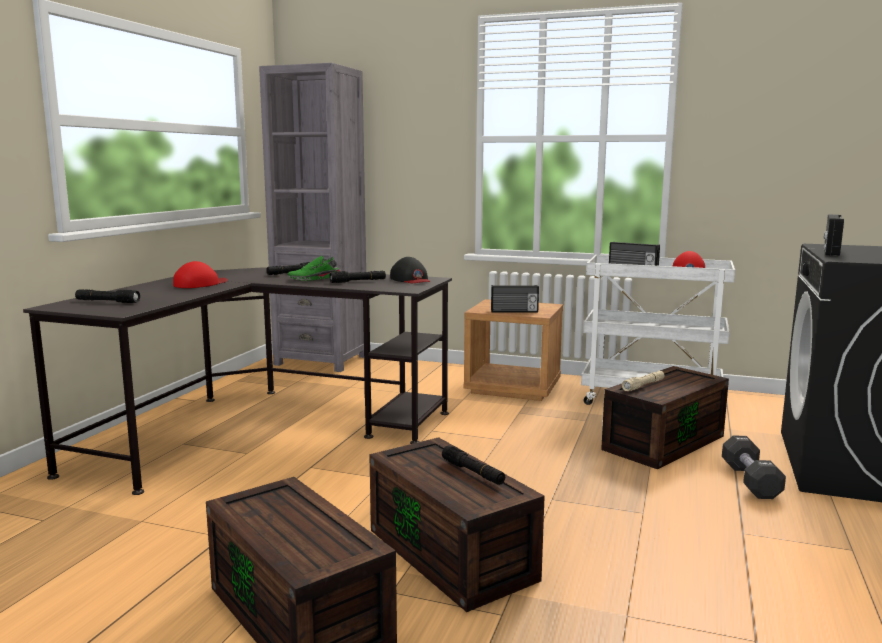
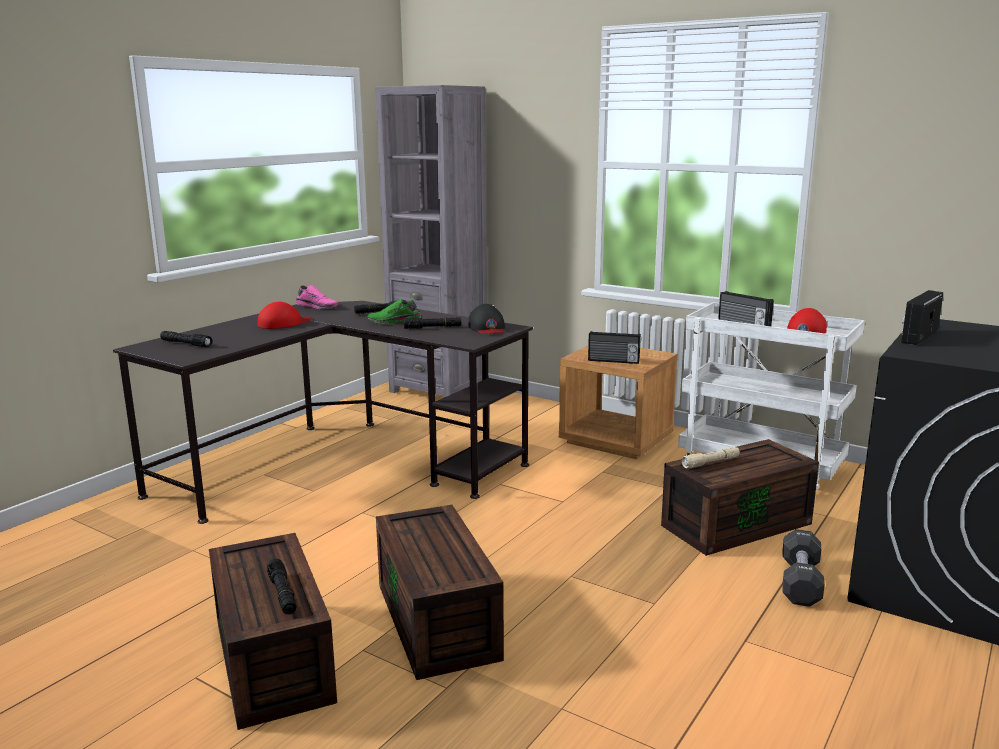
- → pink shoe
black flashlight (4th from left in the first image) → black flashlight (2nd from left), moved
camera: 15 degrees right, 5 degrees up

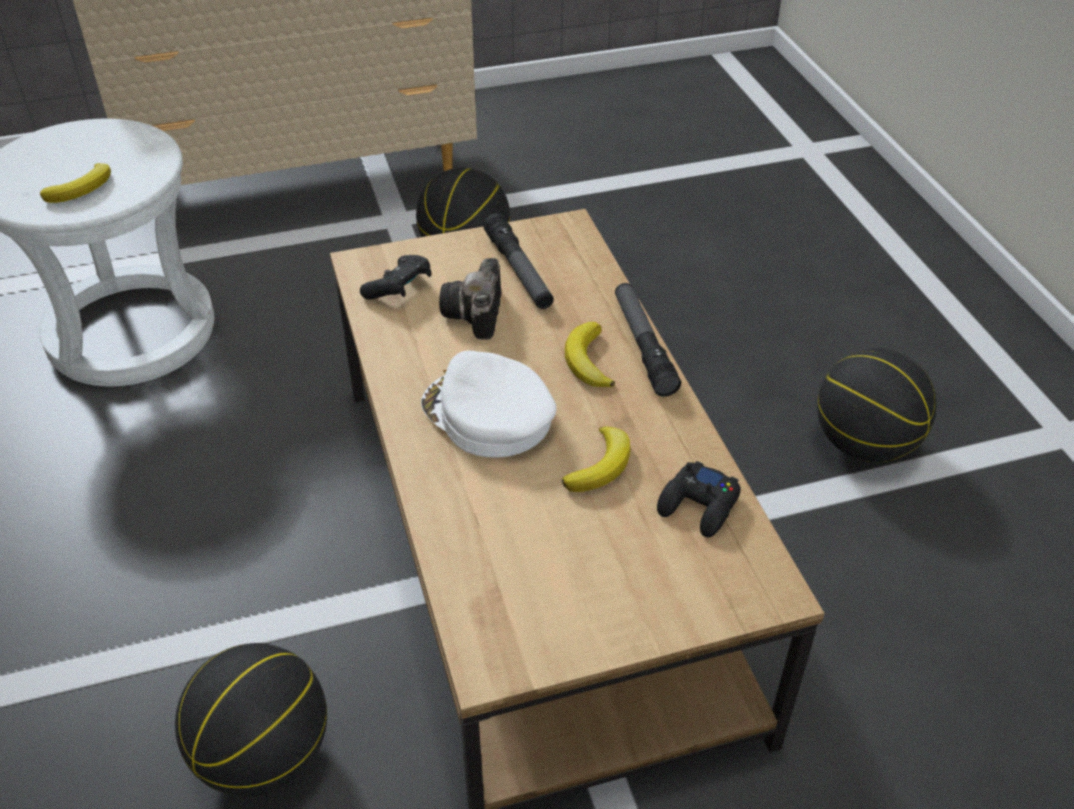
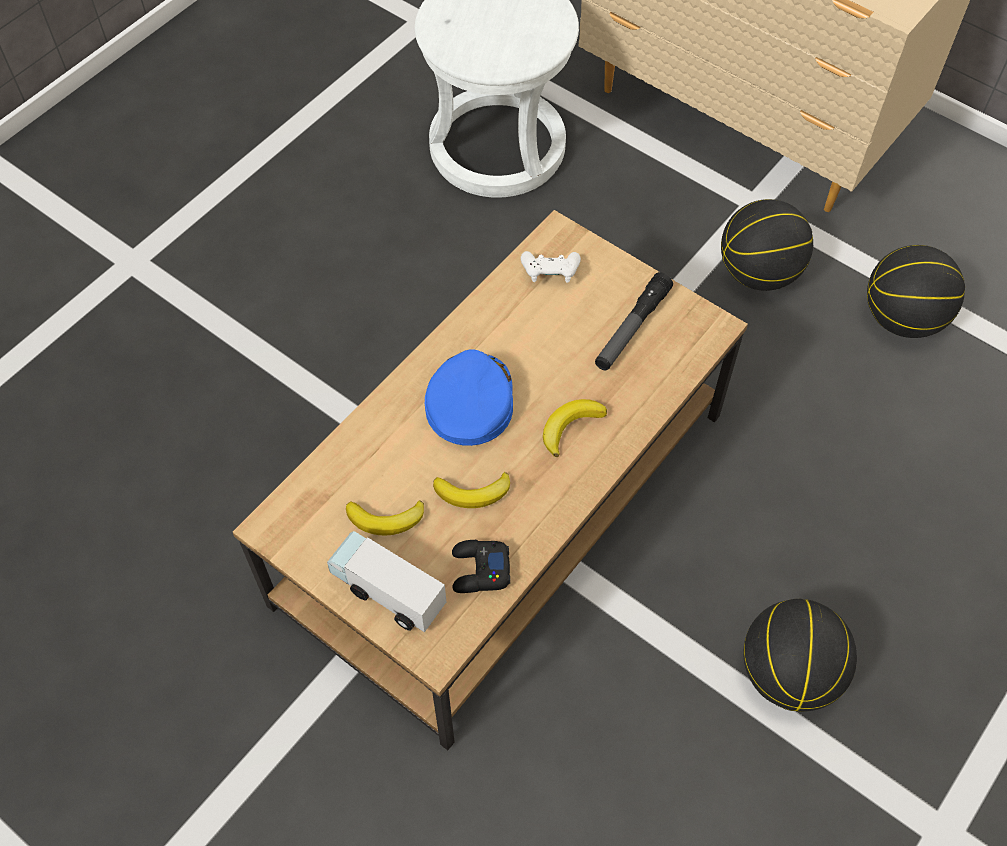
photo camera → -
flashlight (2nd from left) → -
- → toy truck
banana (1st from left), moved
basketball (1st from left in the first image) → basketball (3rd from left), moved
black game controller (1st from left) → white game controller
white cap → blue cap
camera: 55 degrees right, 15 degrees up

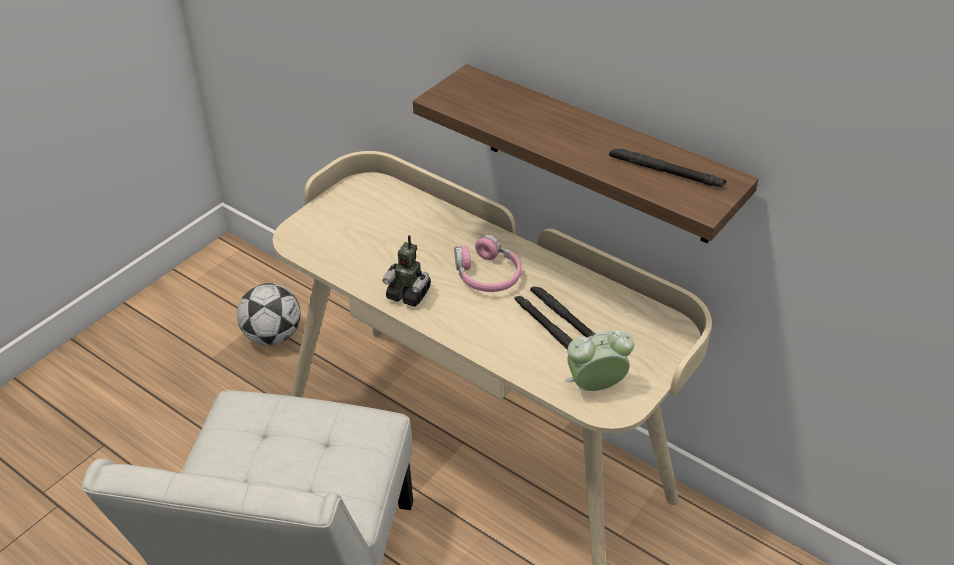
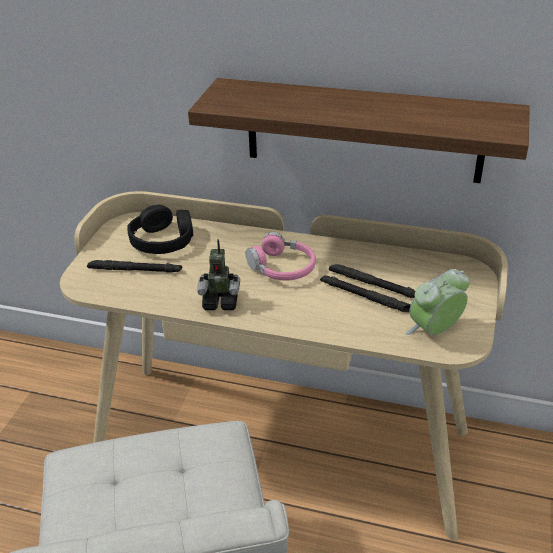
football → -
- → black headphones
black flashlight (3rd from left in the first image) → black flashlight (1st from left), moved
camera: 20 degrees left, 5 degrees down

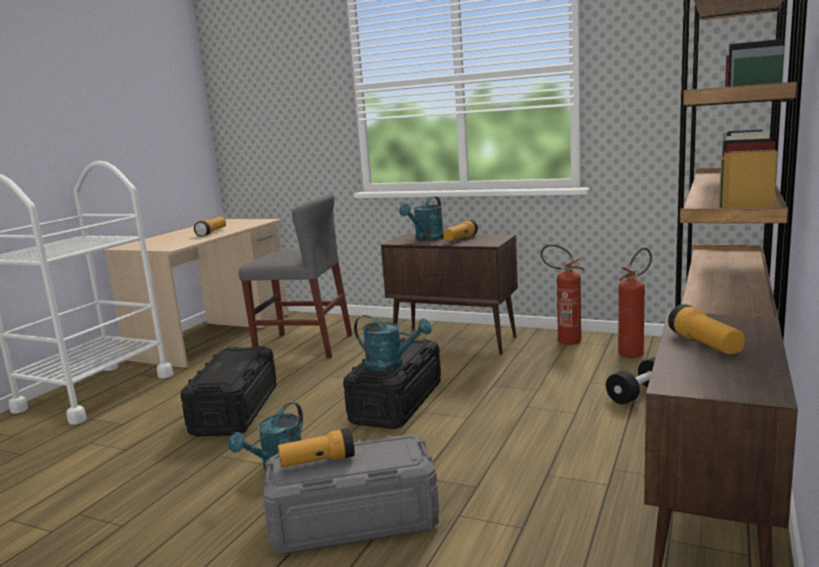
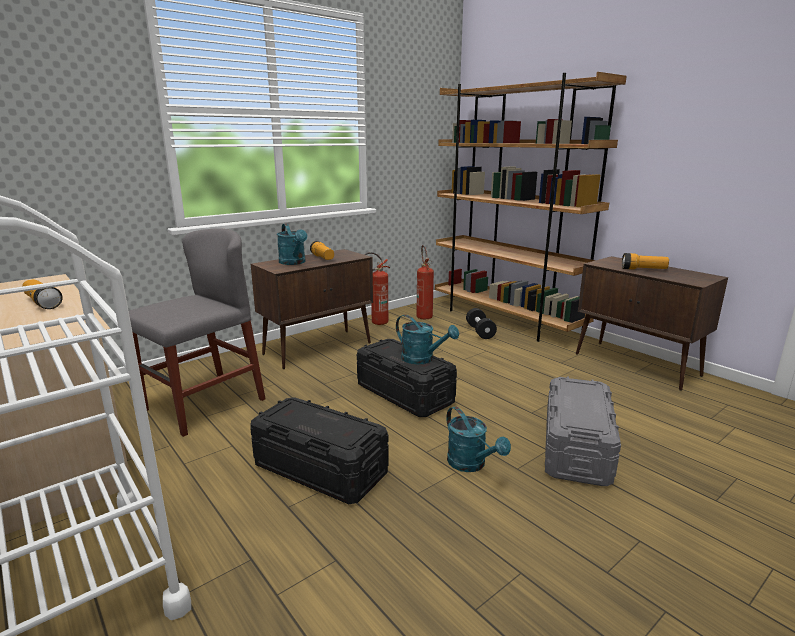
flashlight (2nd from left) → -
turquoise watering can (2nd from left), 75 degrees clockwise
camera: 65 degrees left, 5 degrees up

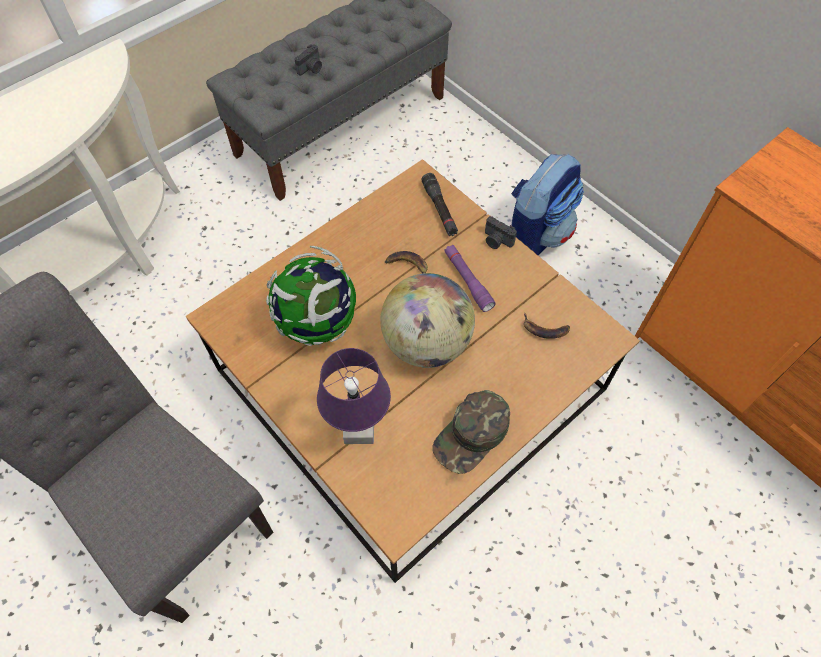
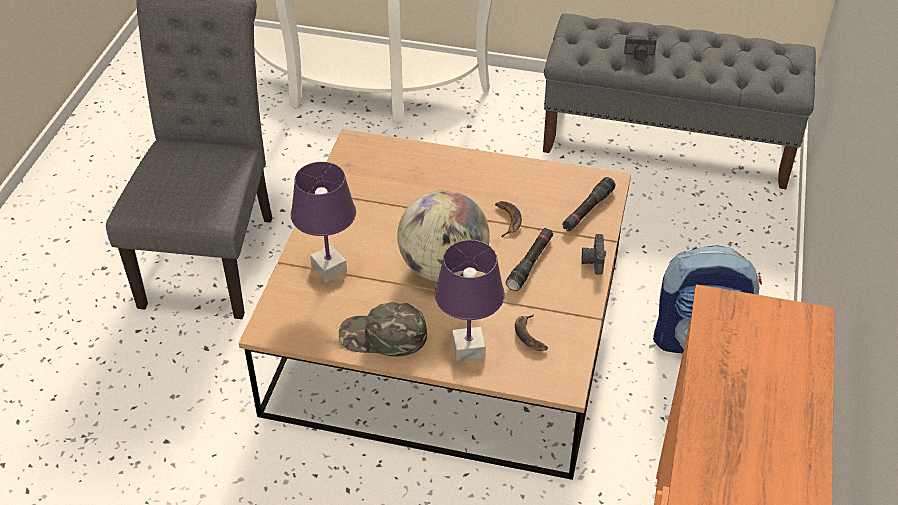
globe (1st from left) → -
- → purple table lamp (2nd from left)
purple flashlight → black flashlight (1st from left)
camera: 55 degrees right, 15 degrees down

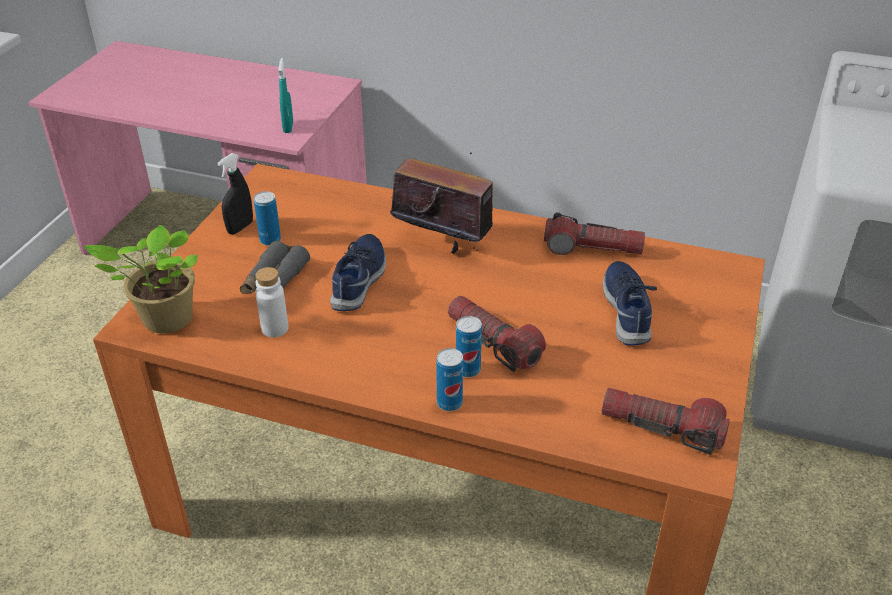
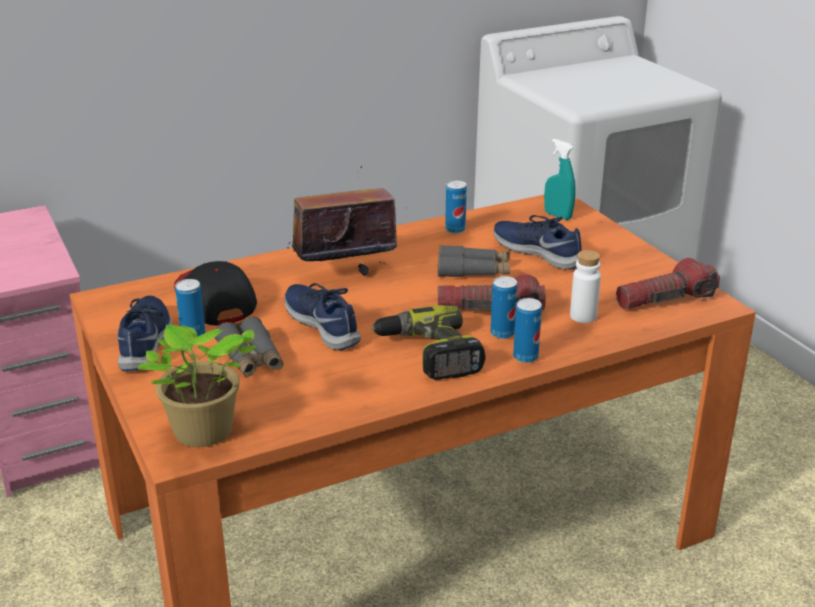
- → cap
- → power drill
- → grey binoculars (2nd from left)
white bottle, moved
turquoise spray bottle, moved
black spray bottle → blue shoe (1st from left)
flashlight (2nd from left) → can (2nd from left)
camera: 45 degrees left, 10 degrees down

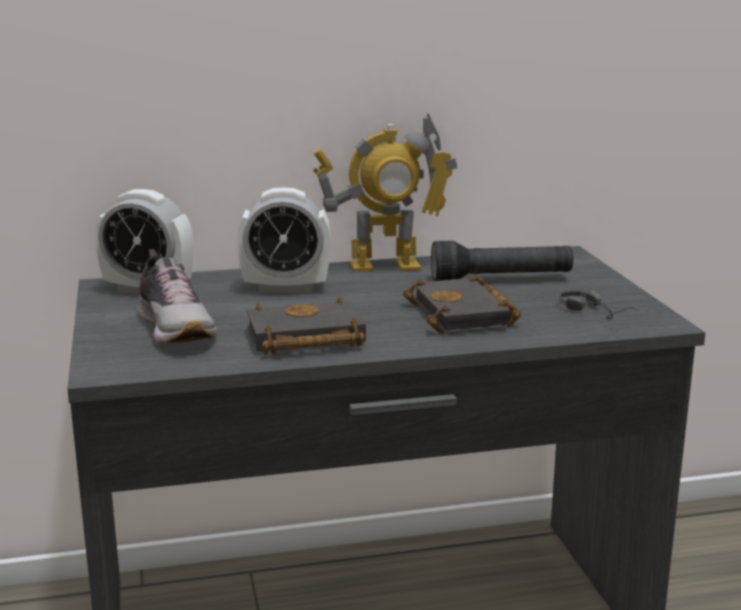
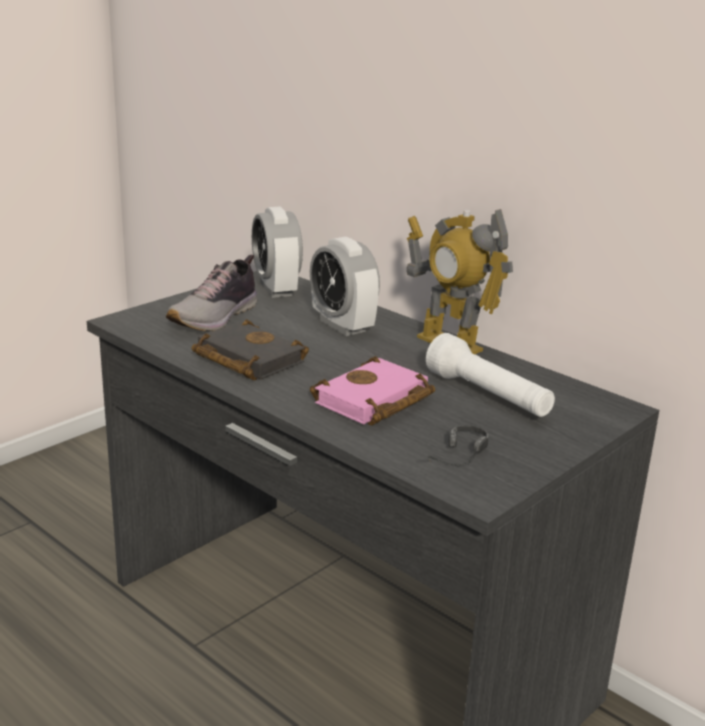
black book (2nd from left) → pink book
black flashlight → white flashlight
camera: 55 degrees right, 5 degrees up

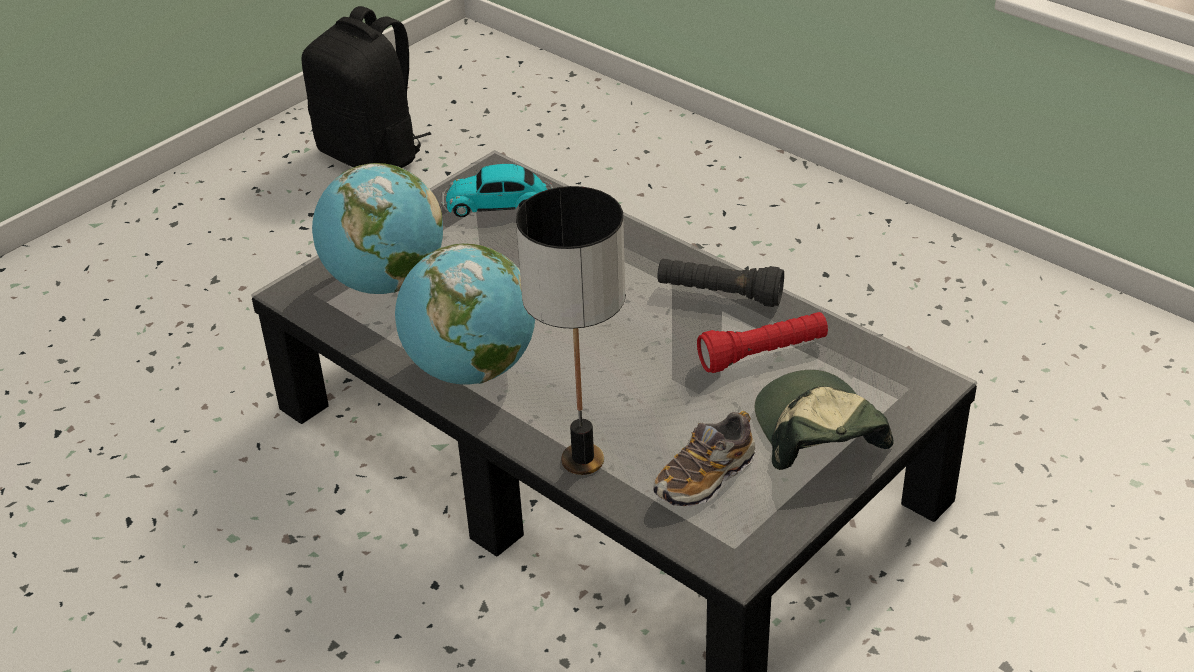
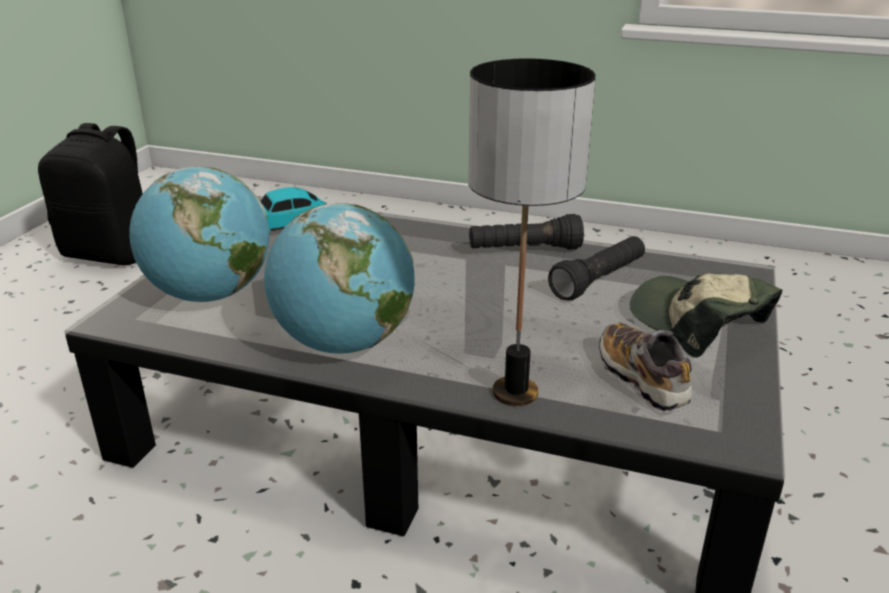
red flashlight → black flashlight (2nd from left)
shoe, 135 degrees clockwise
camera: 25 degrees left, 10 degrees down

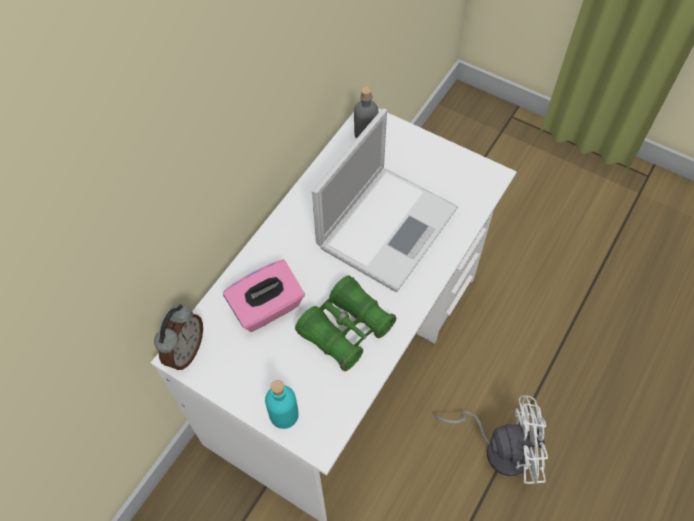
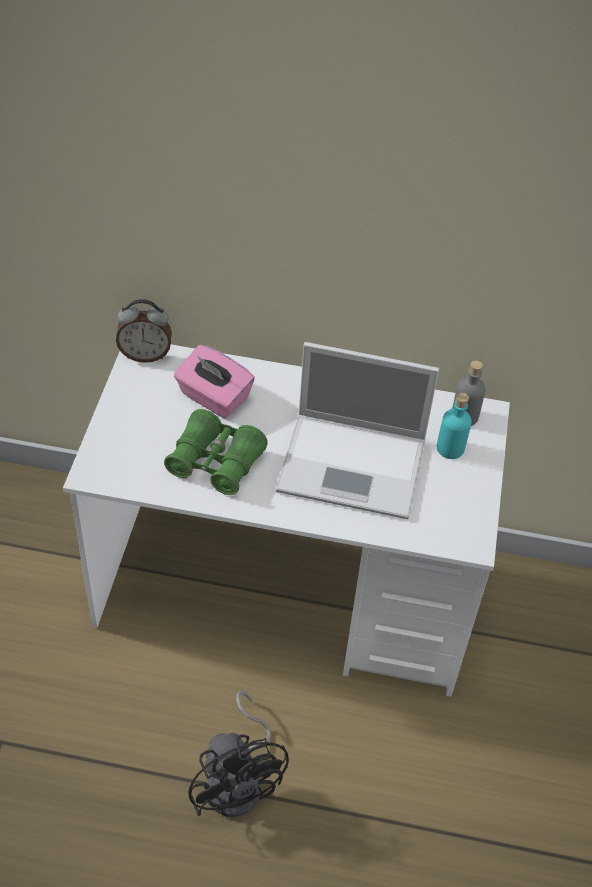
turquoise bottle, moved
white fan → black fan
camera: 65 degrees right, 10 degrees down

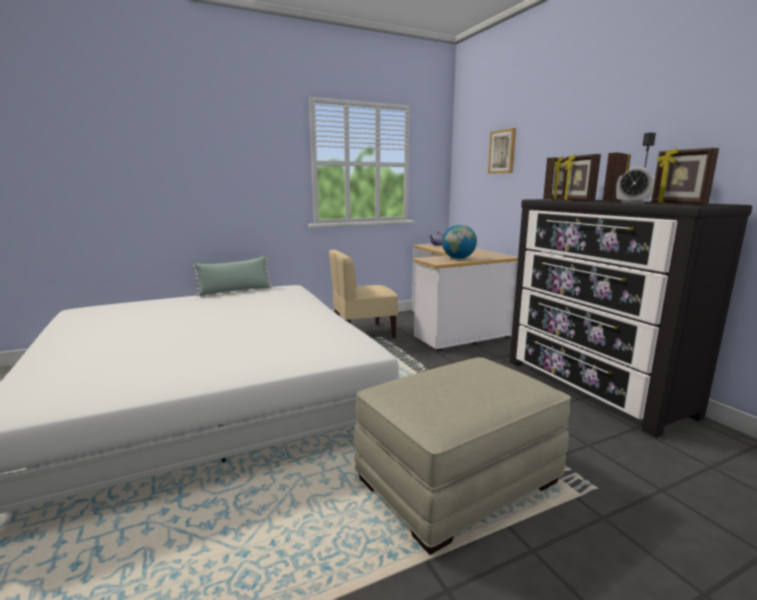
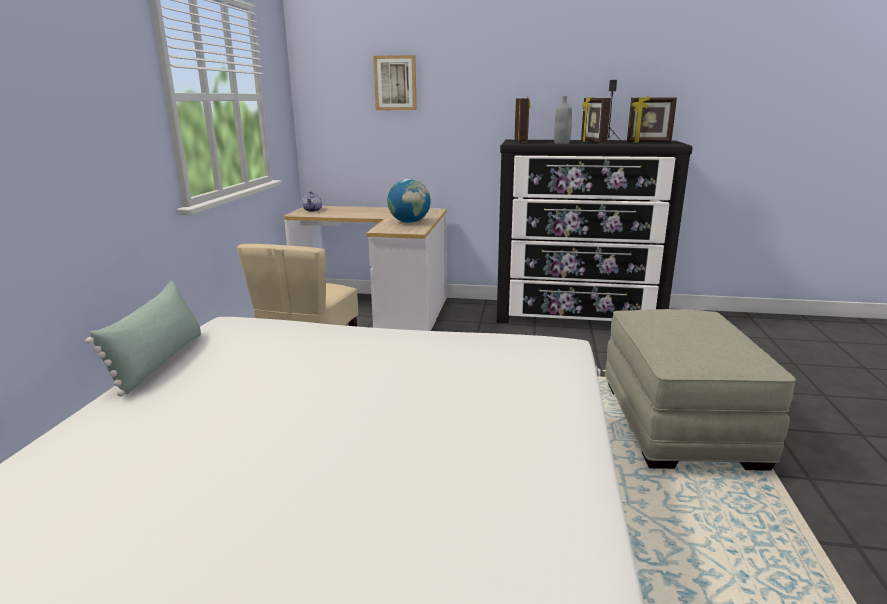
alarm clock → -
picture frame (2nd from left) → grey bottle
camera: 55 degrees left, 5 degrees up

